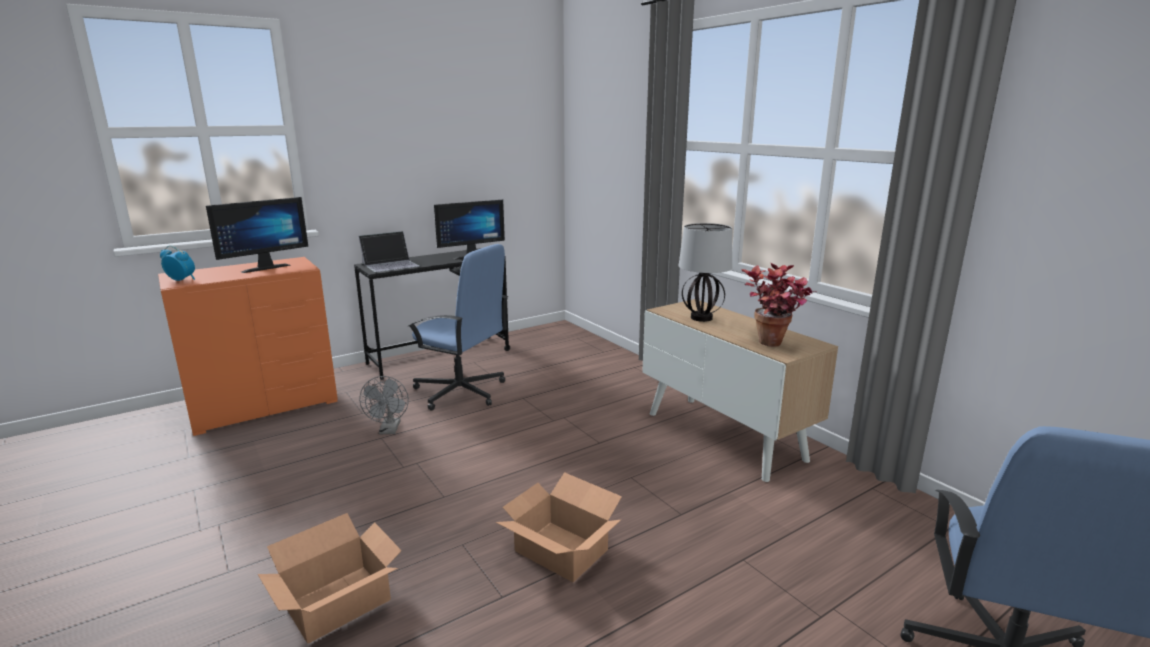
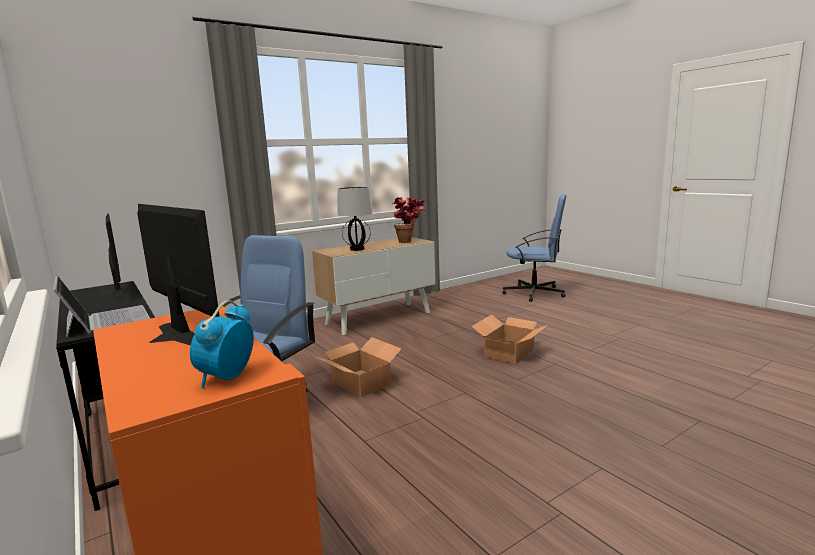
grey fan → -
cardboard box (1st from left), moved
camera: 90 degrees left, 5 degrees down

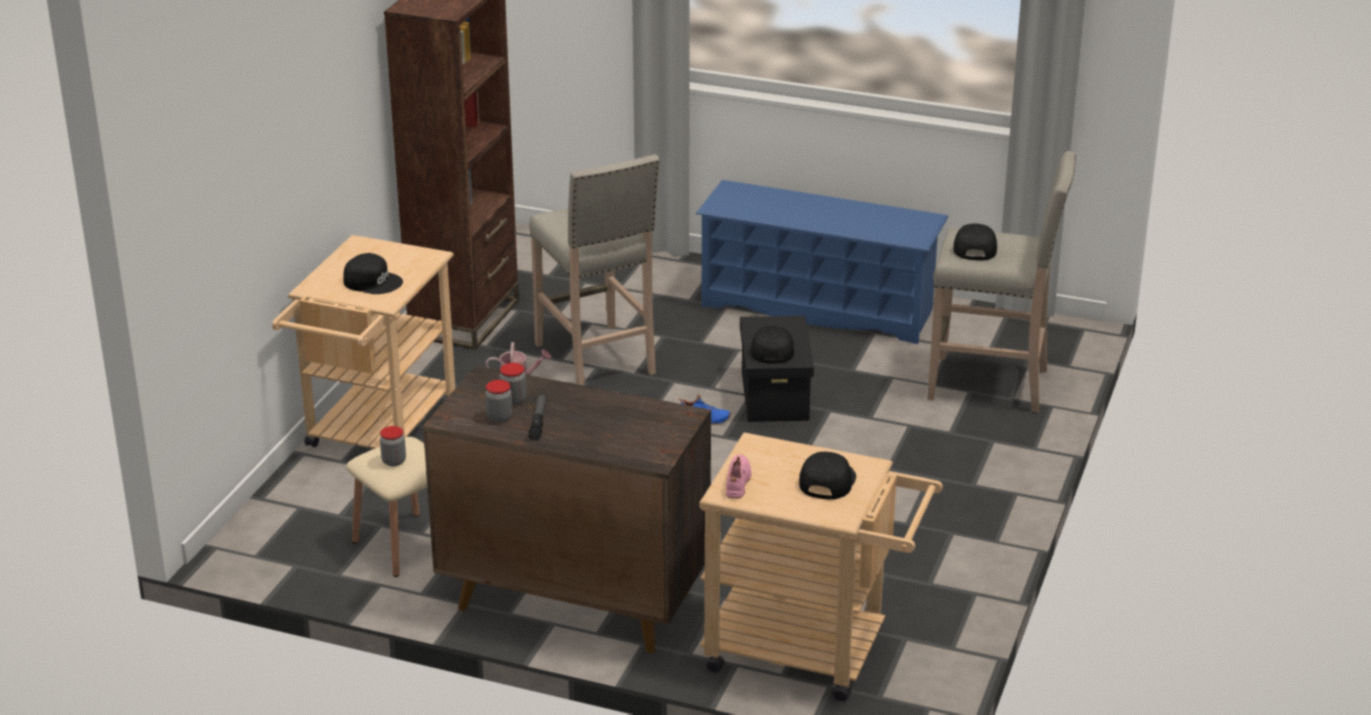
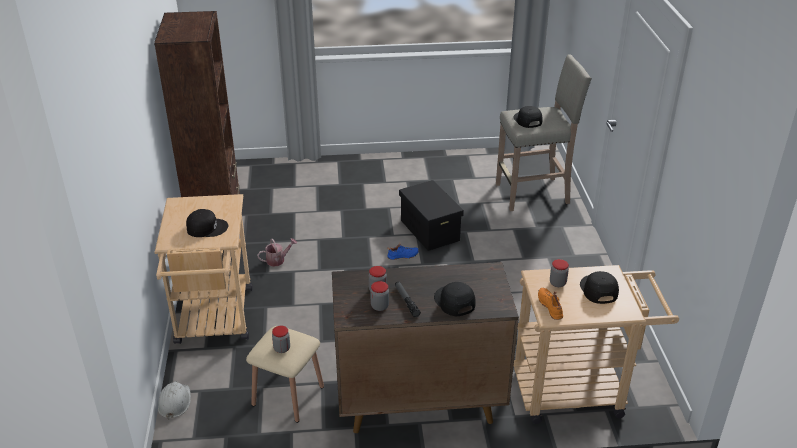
beige stool (2nd from left) → -
blue shoe rack → -
- → white hard hat
- → jar (4th from left)
black cap (2nd from left), moved
pink shoe → orange shoe
camera: 25 degrees left, 5 degrees up

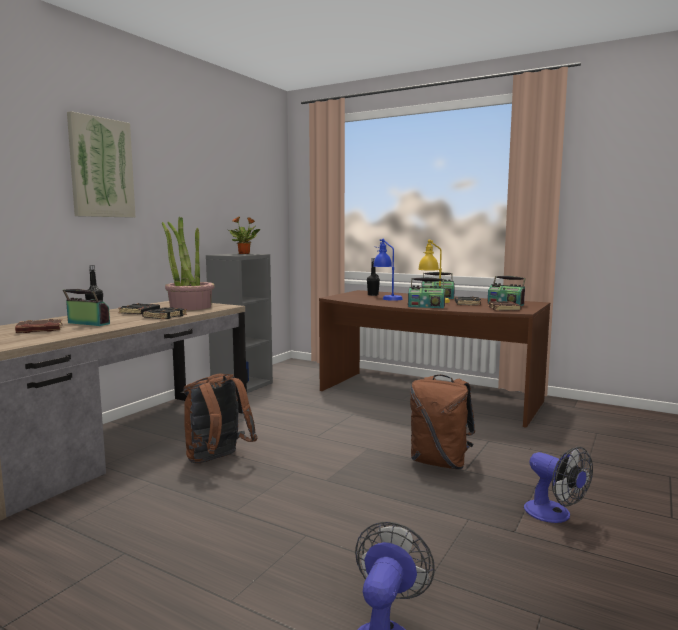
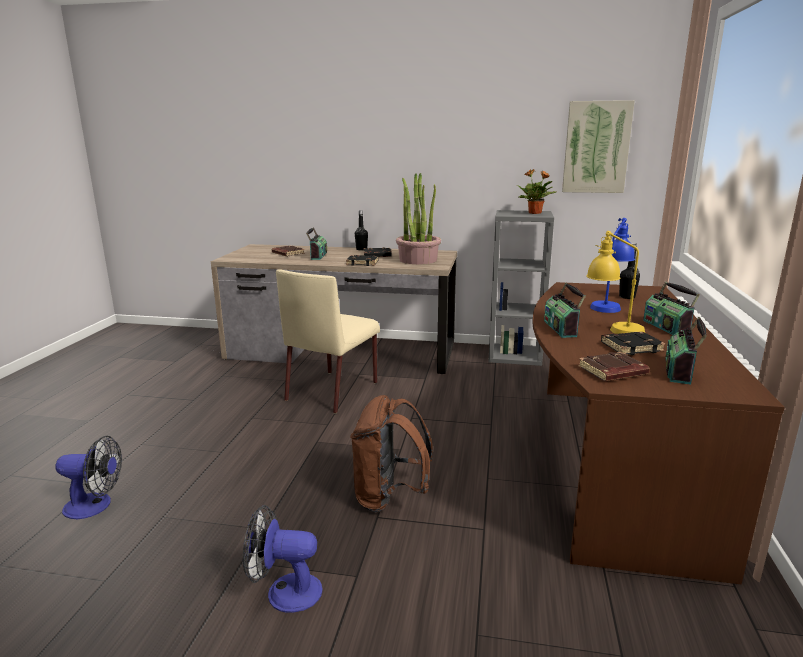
picture, moved
brown backpack (1st from left) → beige chair
fan (2nd from left), 60 degrees clockwise
camera: 70 degrees right, 10 degrees up

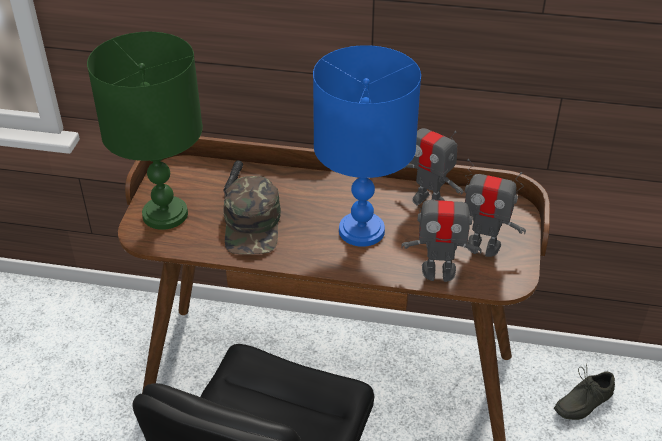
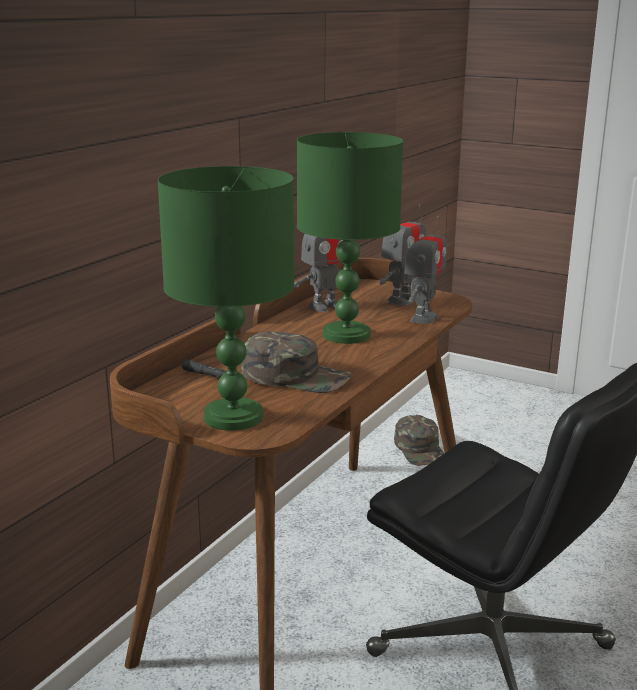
grey shoe → green cap (2nd from left)
blue table lamp → green table lamp (2nd from left)
camera: 70 degrees left, 20 degrees down

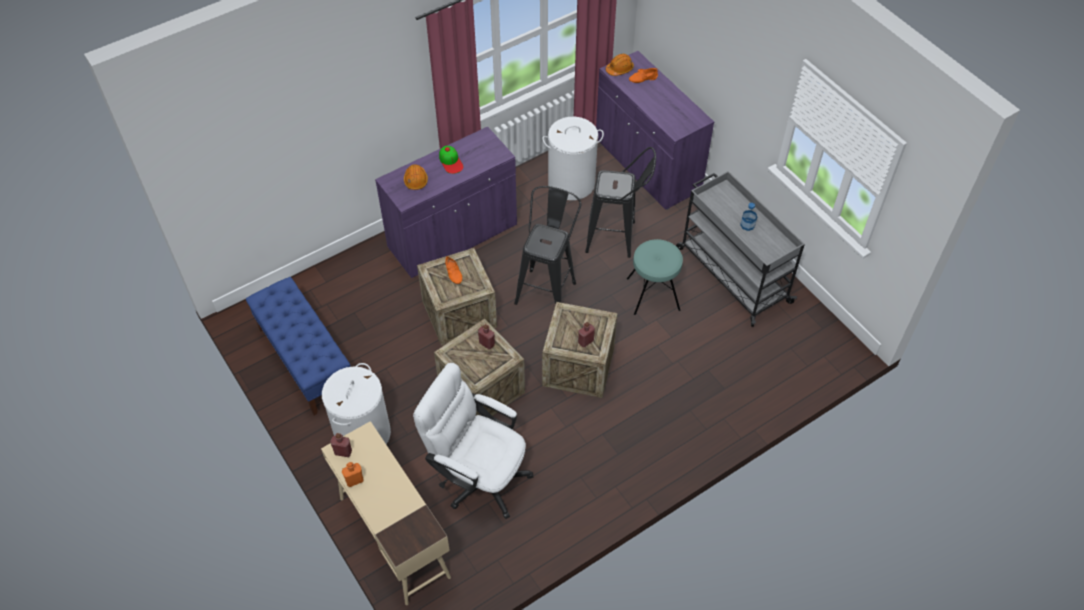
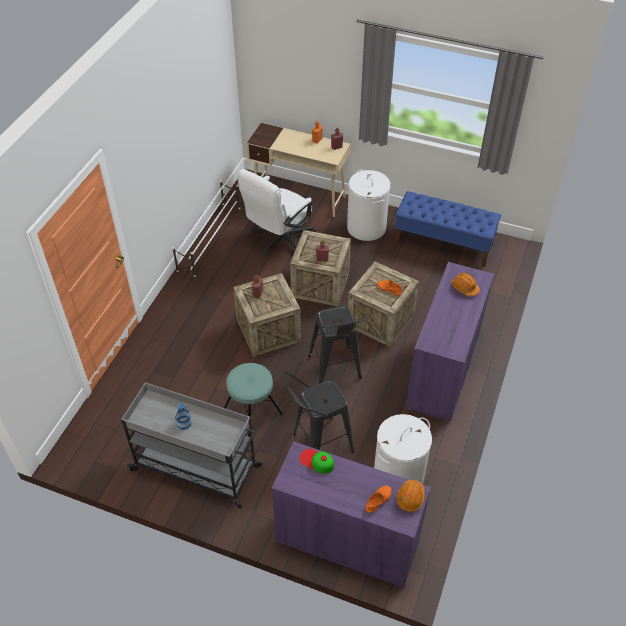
- → white shoe rack
cap, moved
white office chair, 135 degrees clockwise
camera: 145 degrees right, 5 degrees down

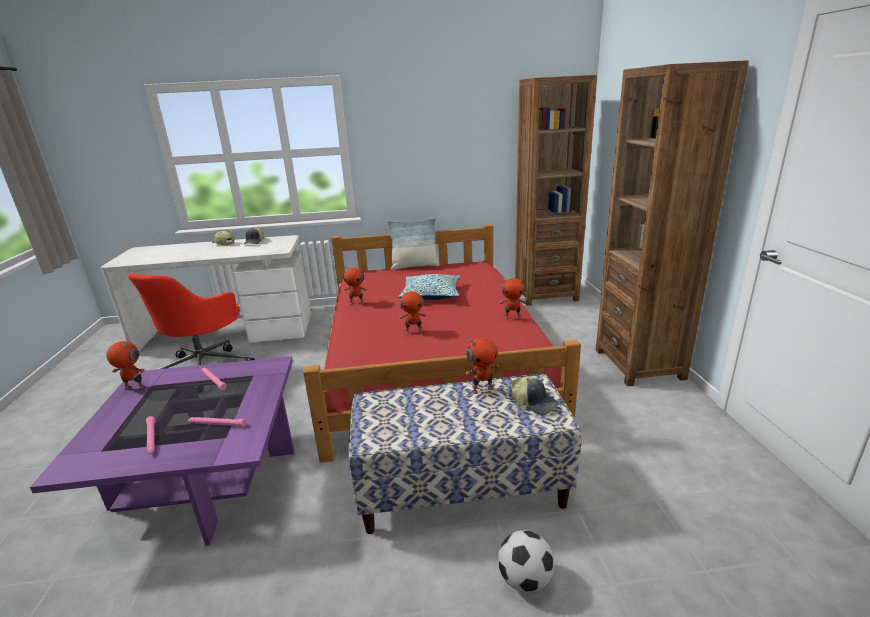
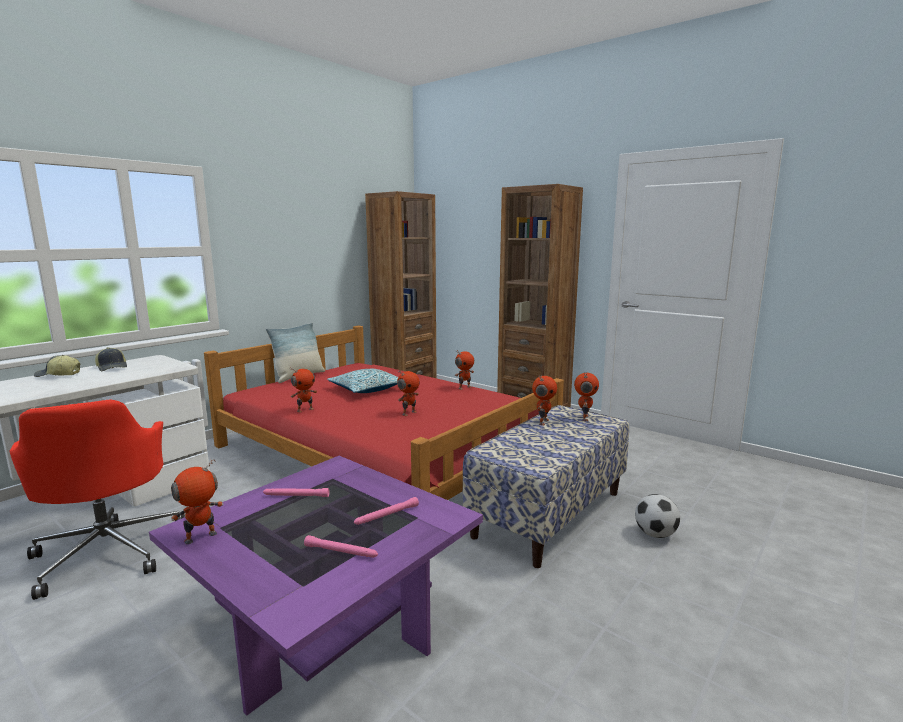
cap (3rd from left) → toy robot (6th from left)
camera: 45 degrees left, 10 degrees down

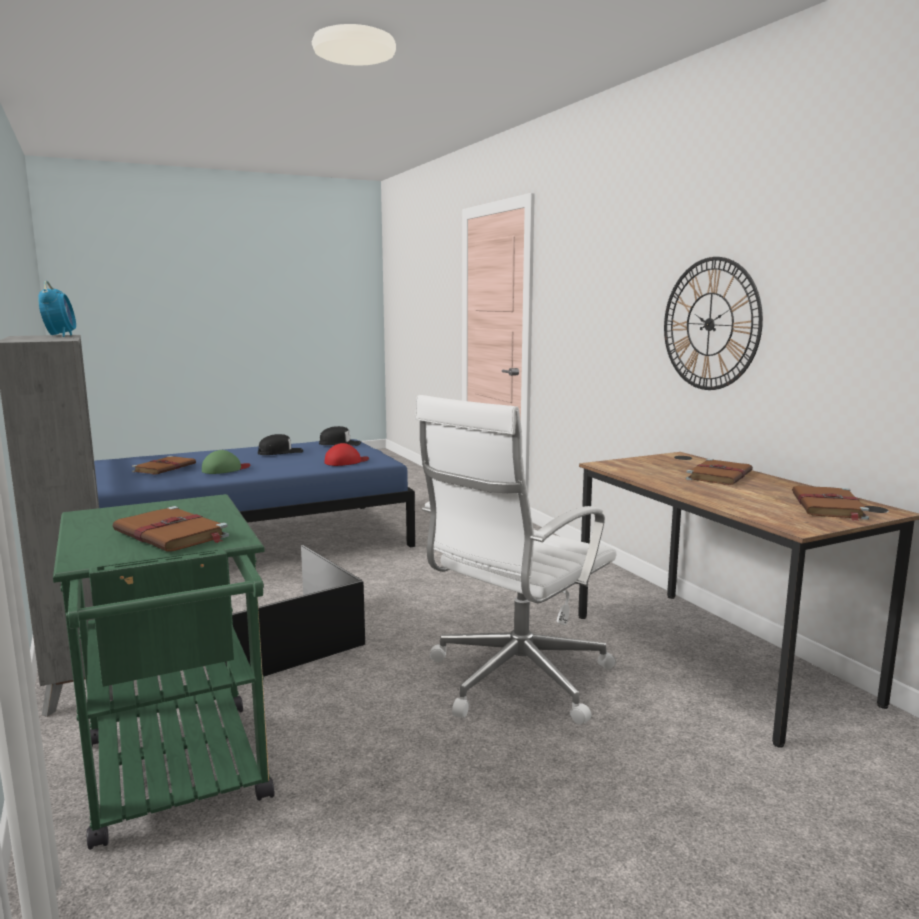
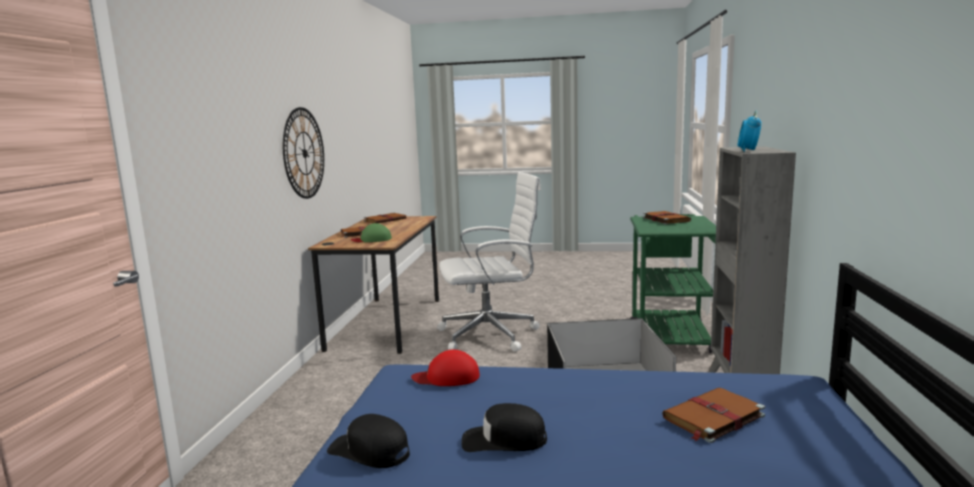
green cap, moved
camera: 145 degrees left, 0 degrees up

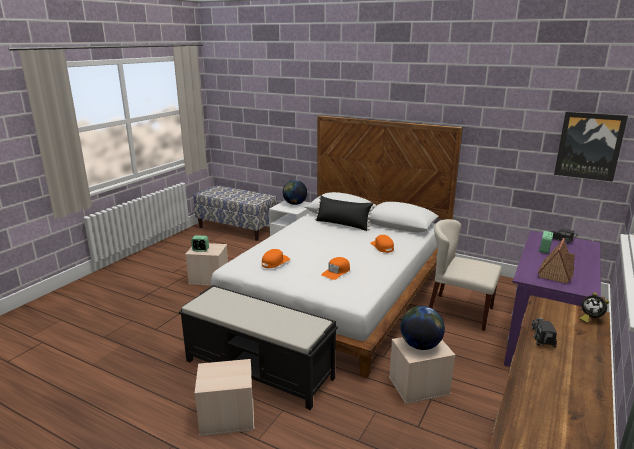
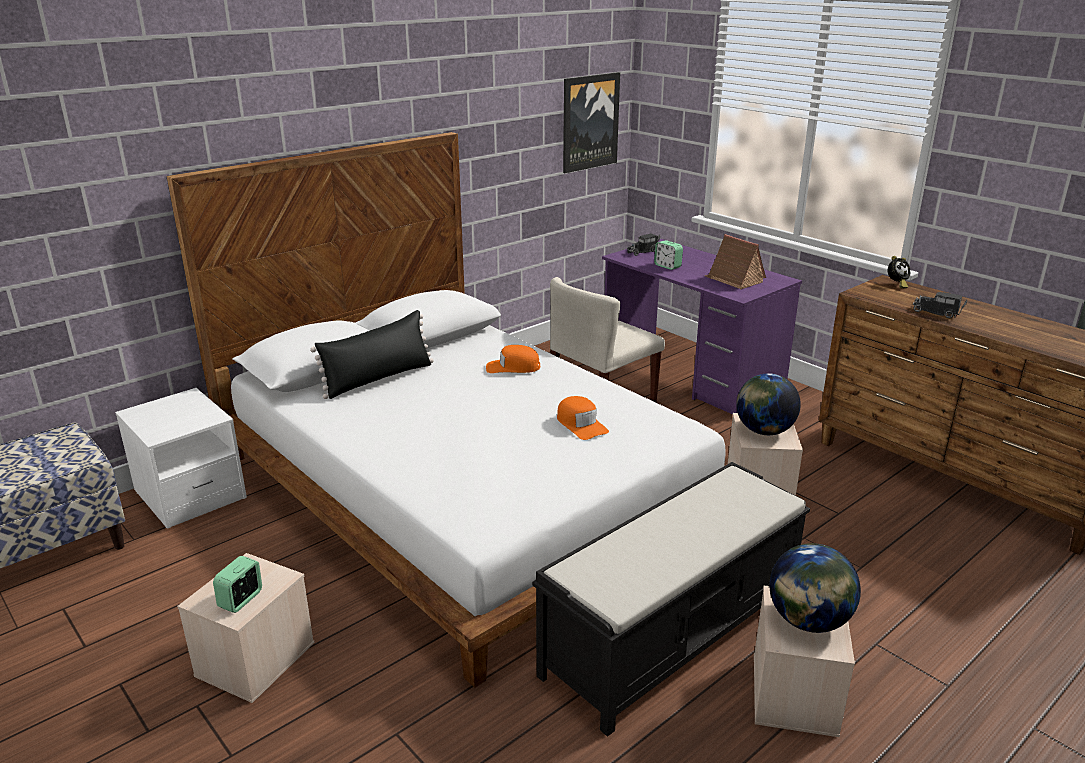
orange cap (1st from left) → -
globe (1st from left in the first image) → globe (2nd from left), moved
camera: 70 degrees left, 5 degrees up

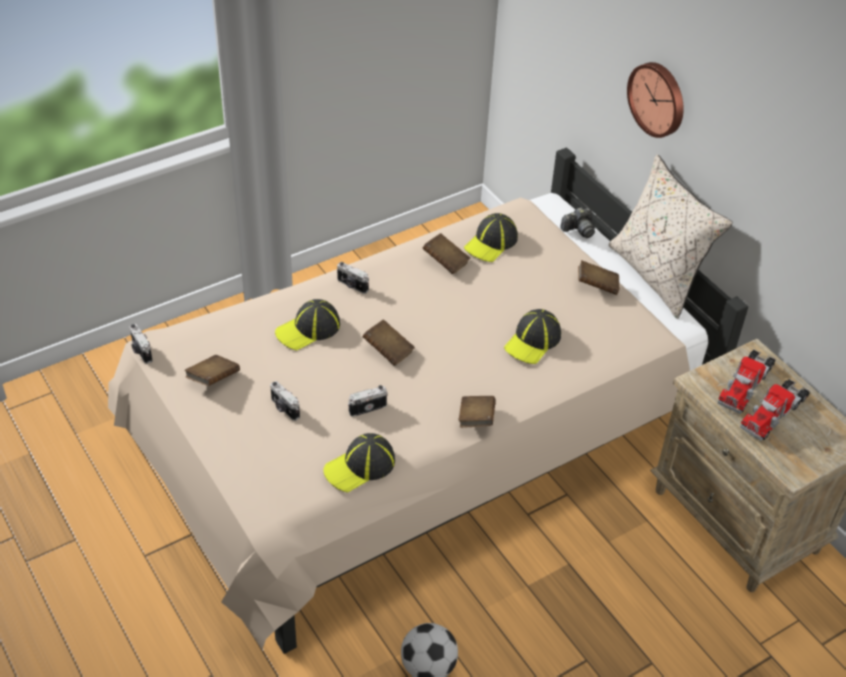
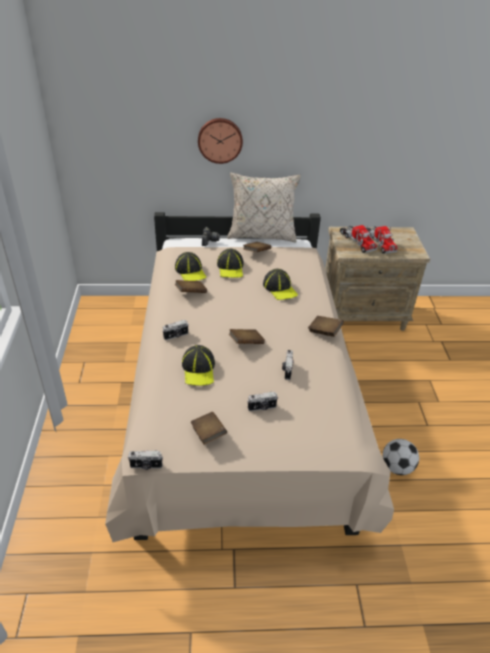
cap (2nd from left in the first image) → cap (3rd from left), moved
camera: 60 degrees left, 5 degrees down

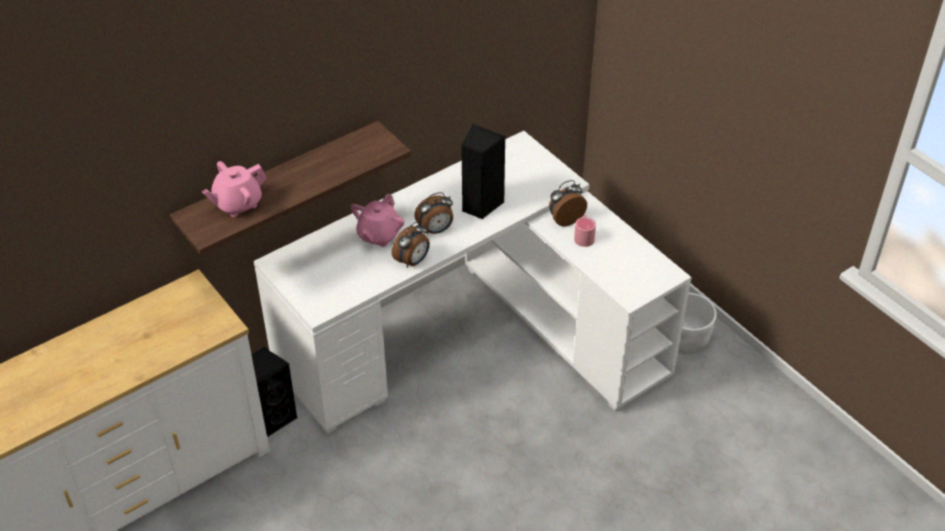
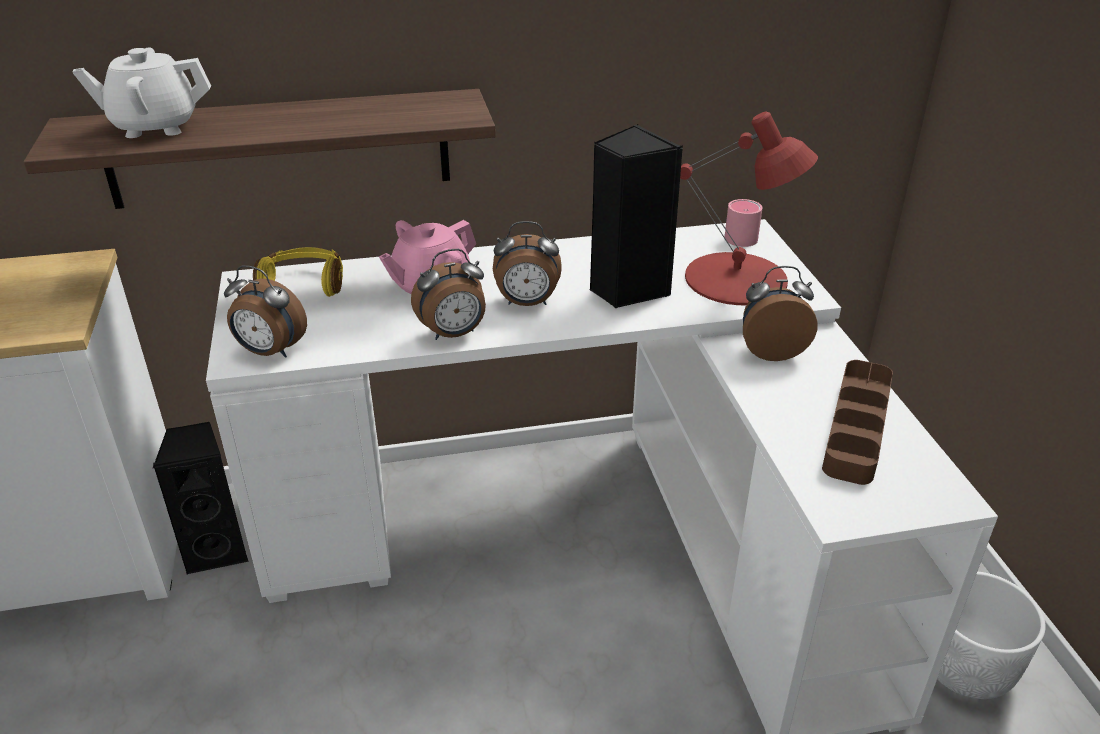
- → alarm clock (1st from left)
- → yellow headphones
- → red table lamp
- → brown tray
pink mug, moved
pink teapot (1st from left) → white teapot
camera: 25 degrees right, 10 degrees down

